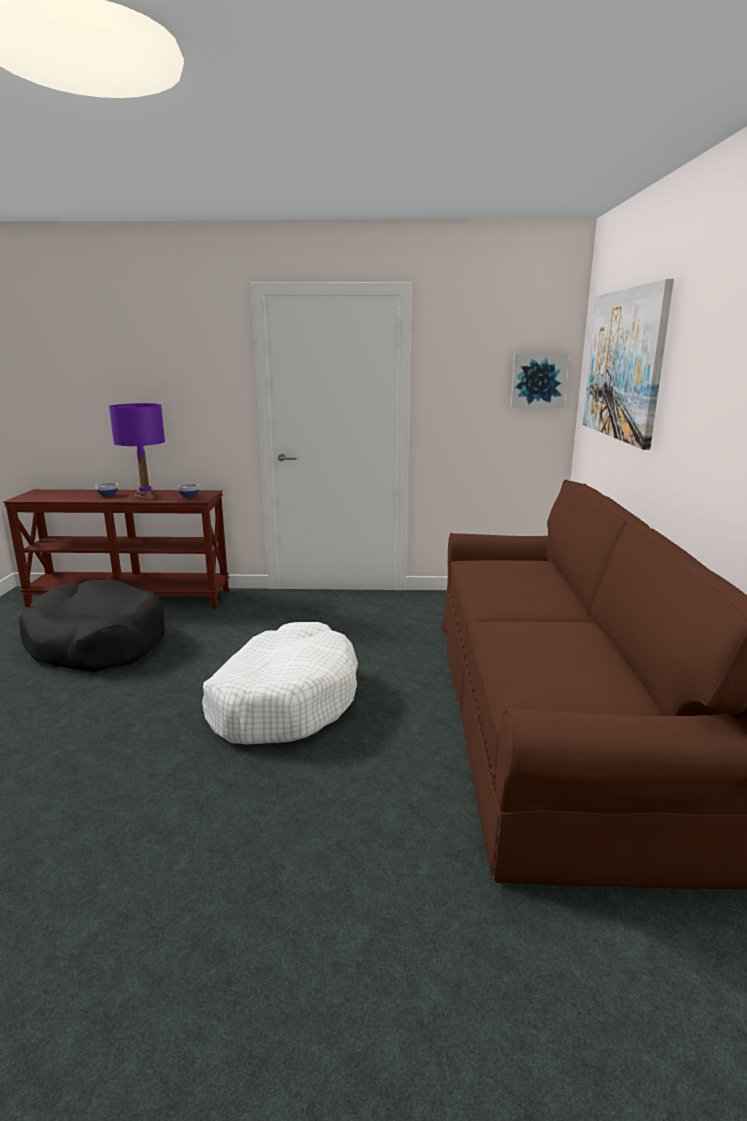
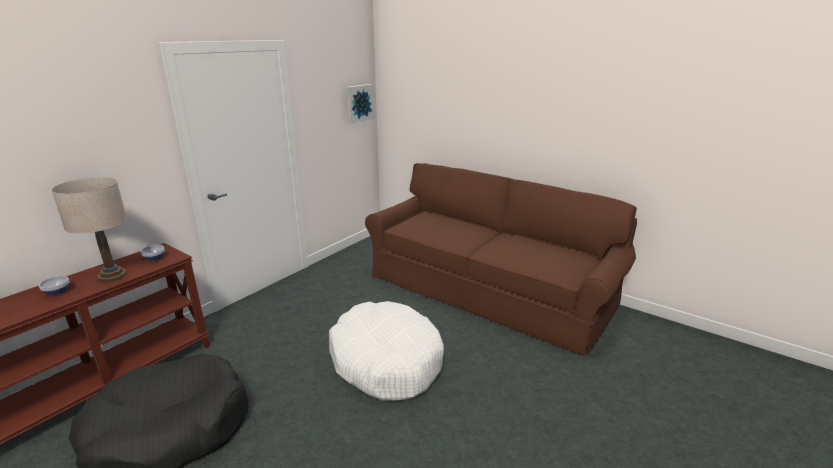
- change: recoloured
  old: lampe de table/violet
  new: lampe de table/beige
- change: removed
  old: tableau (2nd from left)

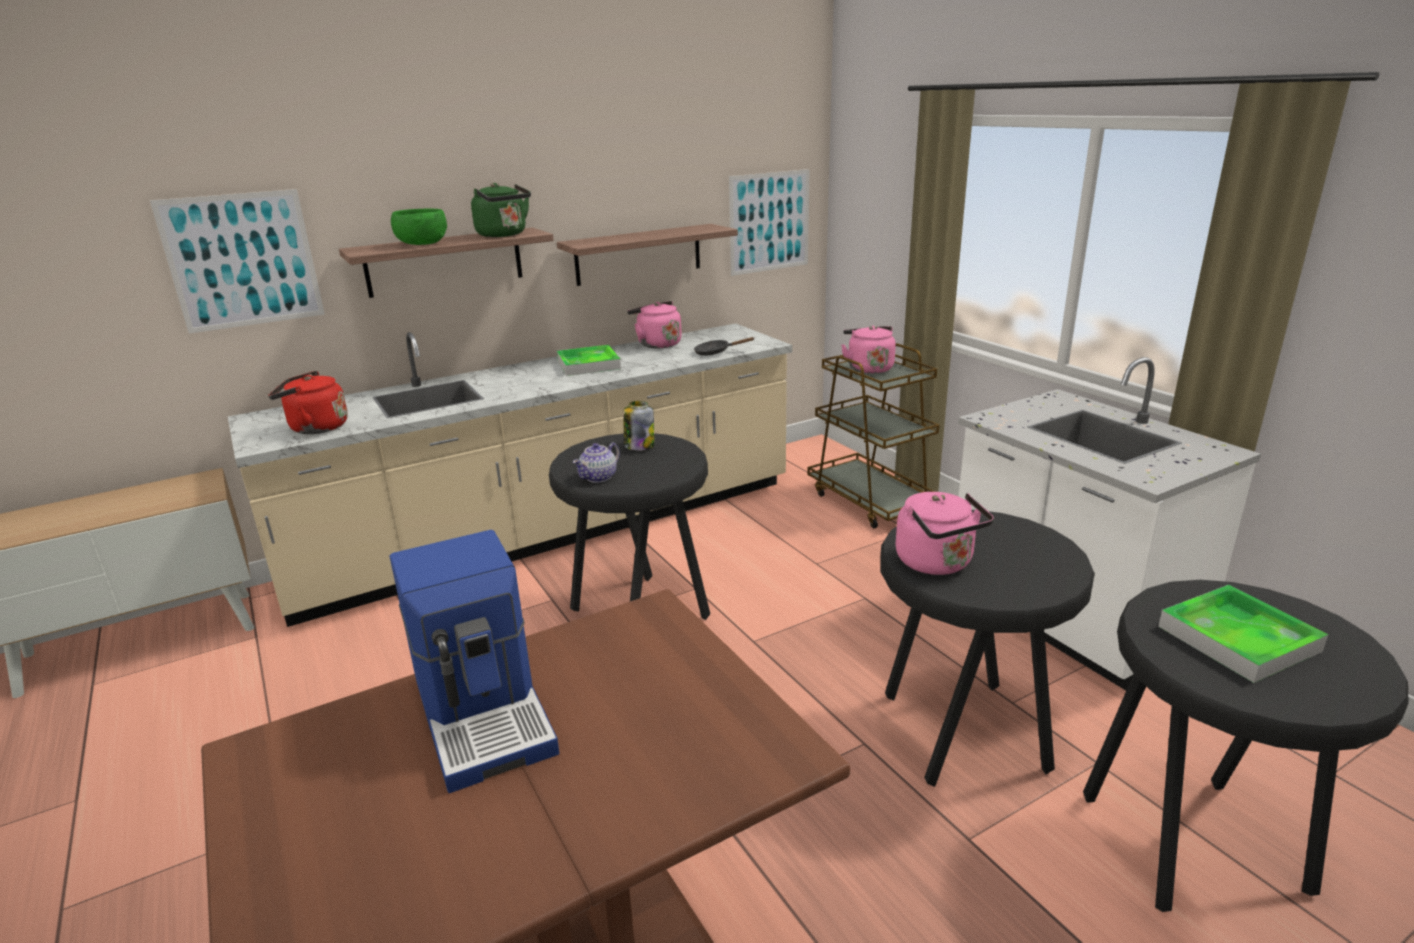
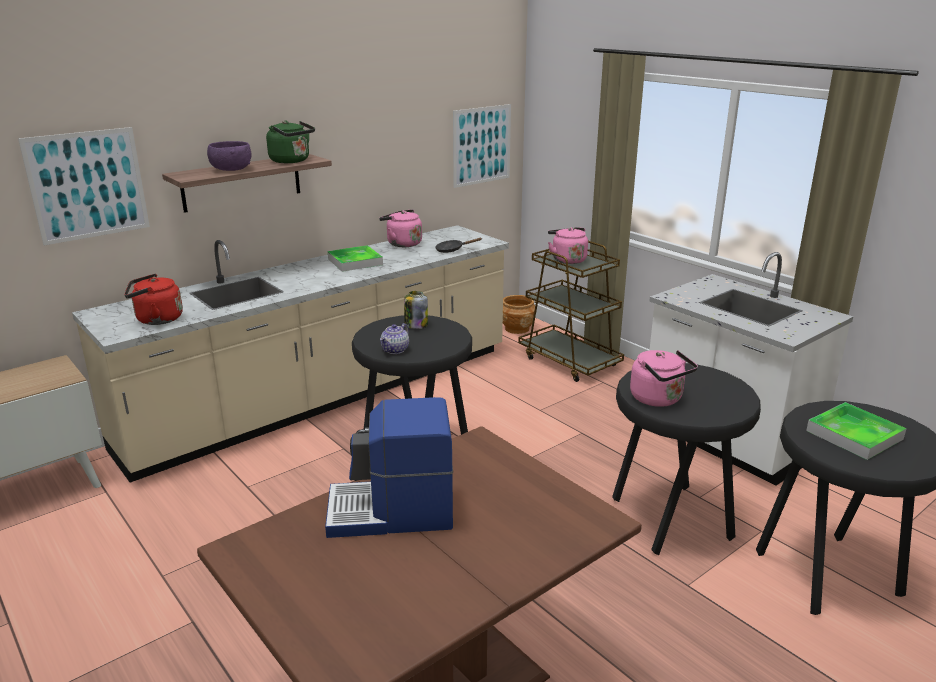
- change: turned
  old: machine à café
  degrees: 120
- change: recoloured
  old: bol/vert
  new: bol/violet
- change: removed
  old: étagère (2nd from left)
- change: added
  new: cache-pot/marron

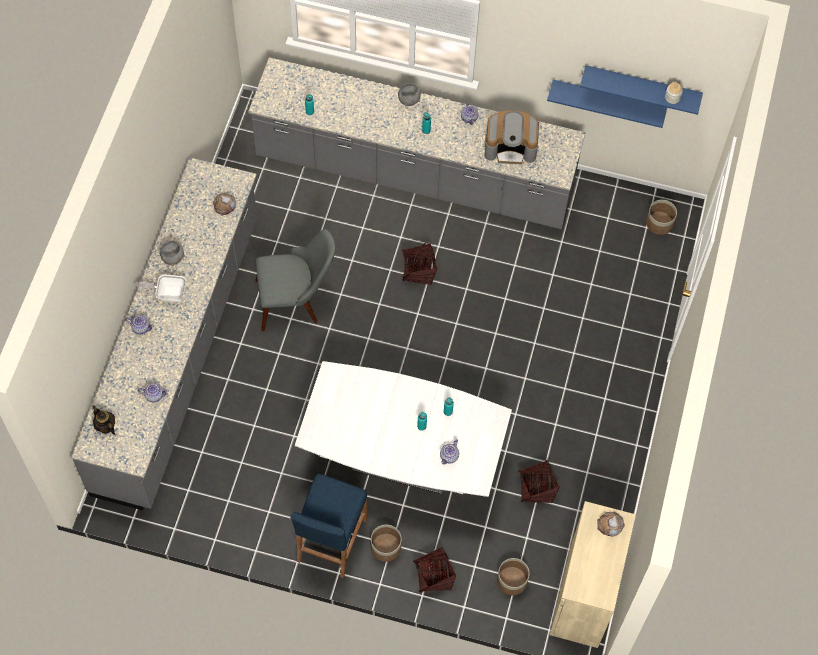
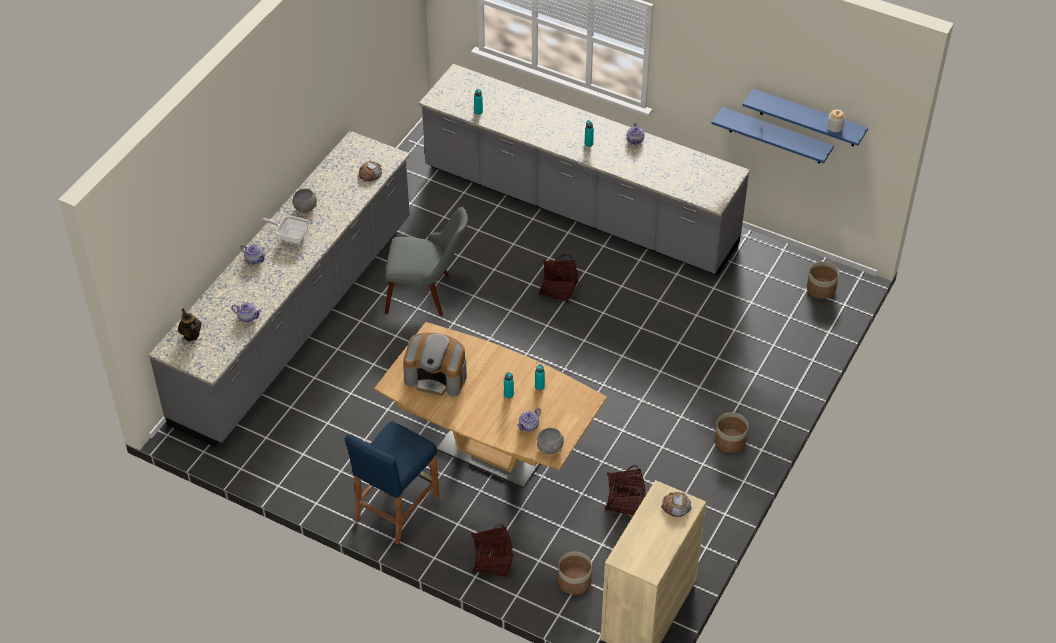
- change: recoloured
  old: table à manger/blanc
  new: table à manger/marron
- change: moved
  old: cache-pot (1st from left in the first image)
  new: cache-pot (2nd from left)
- change: moved
  old: bol/gris (2nd from left)
- change: moved
  old: machine à café

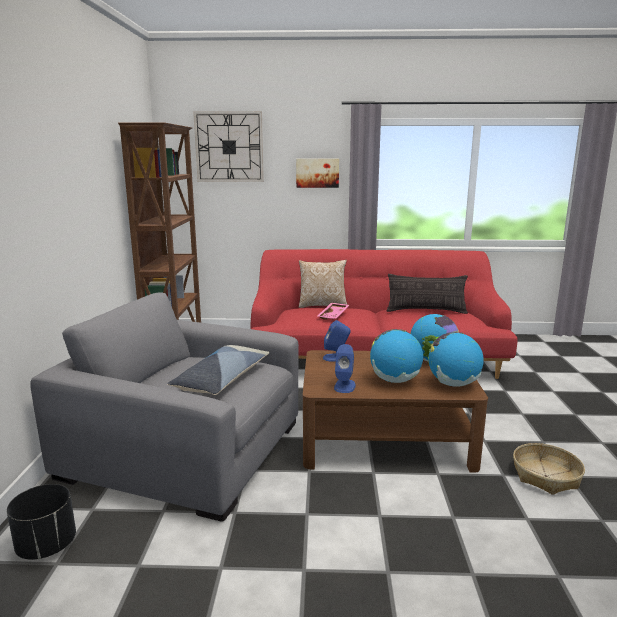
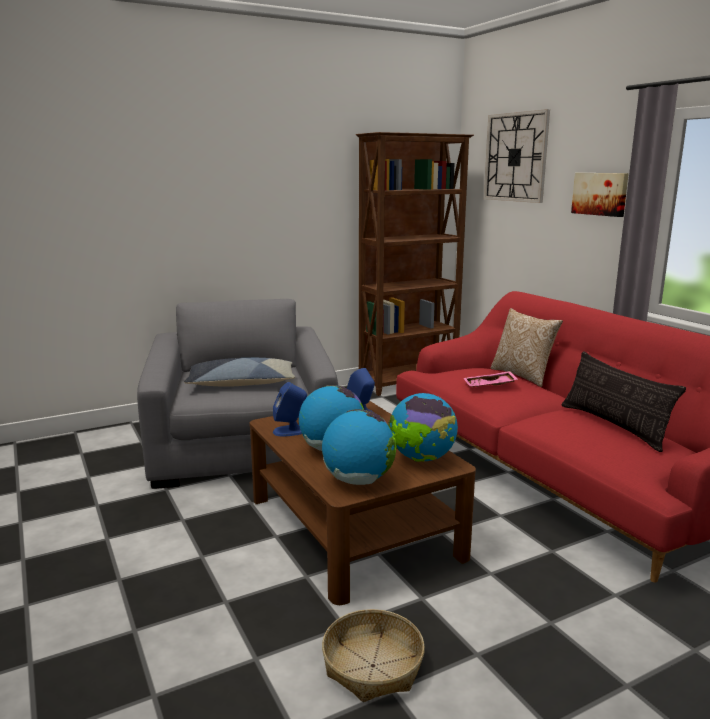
- change: removed
  old: cache-pot/noir

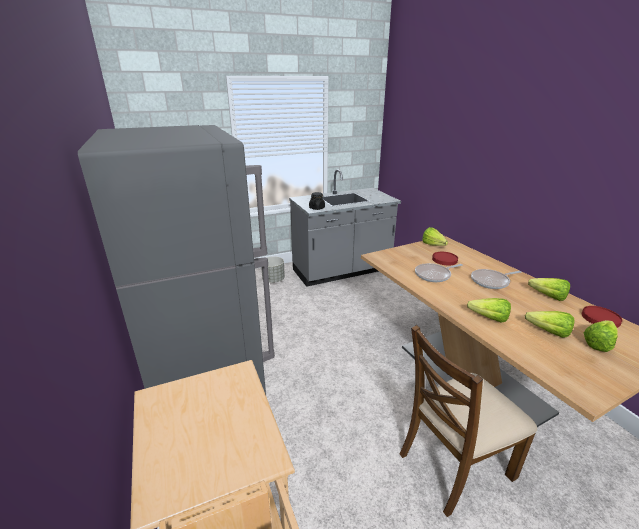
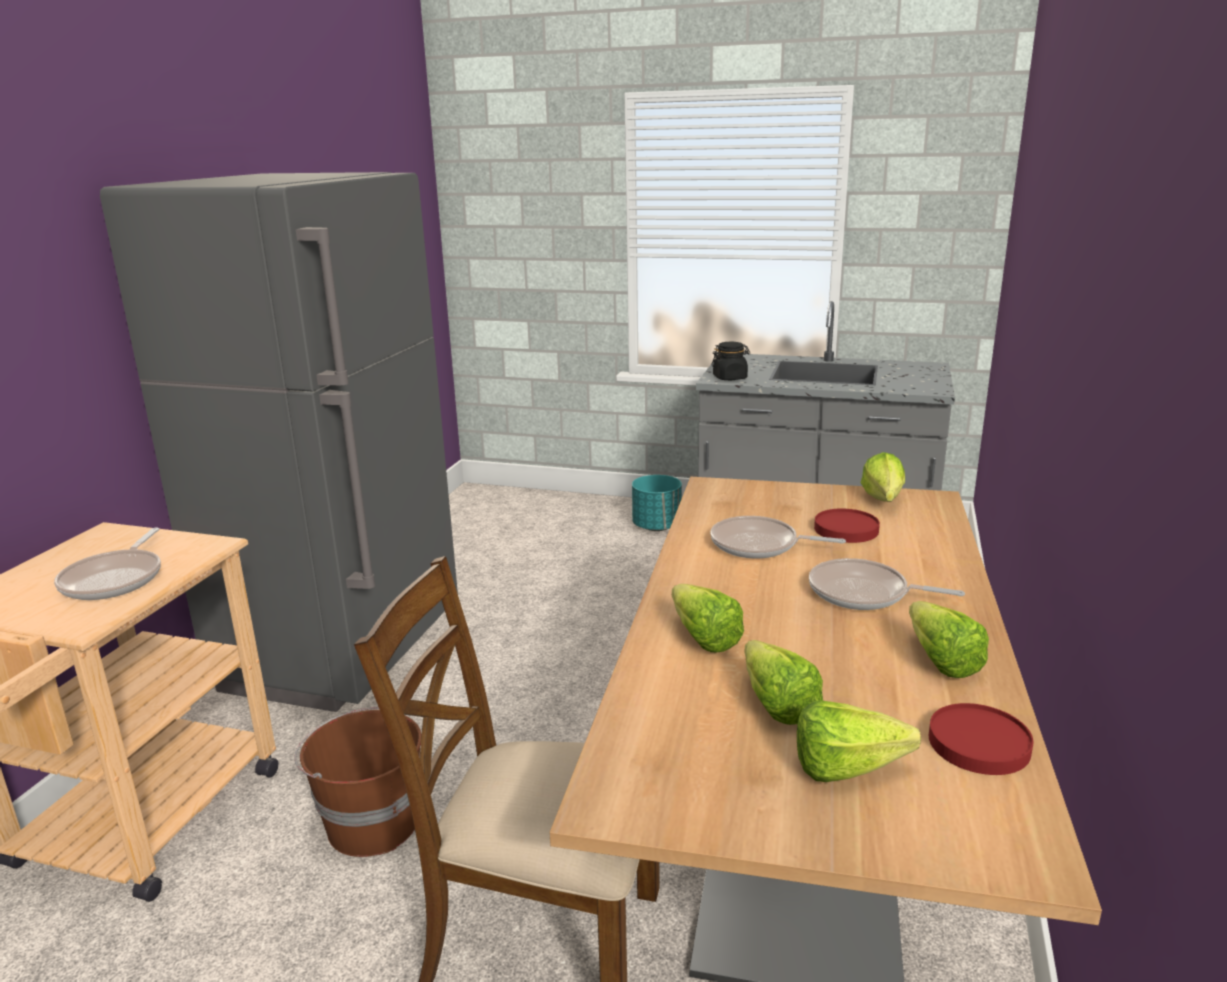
- change: recoloured
  old: cache-pot/gris
  new: cache-pot/turquoise
- change: added
  new: poêle (1st from left)
- change: added
  new: seau/marron

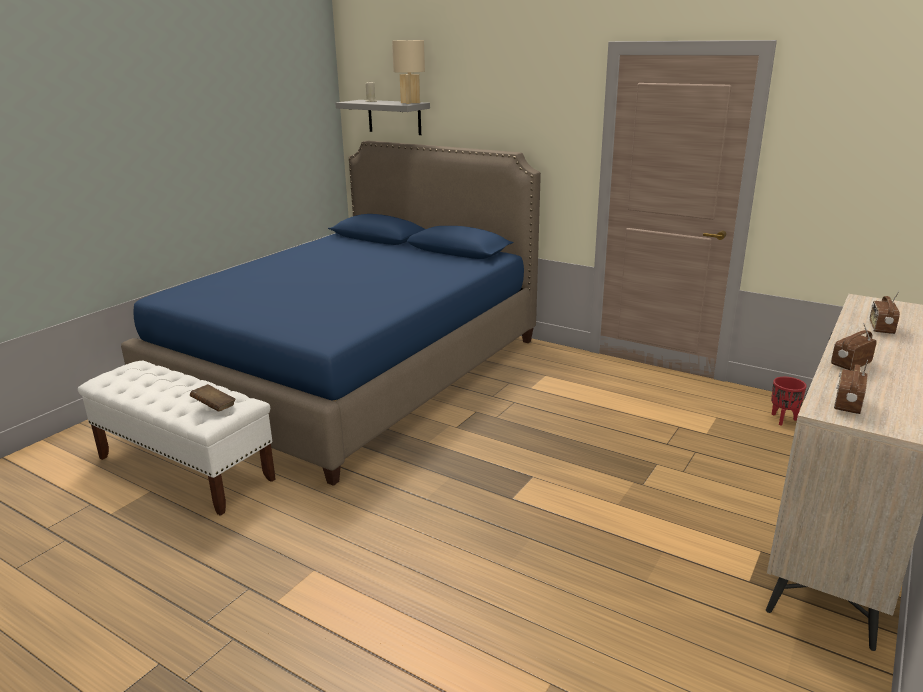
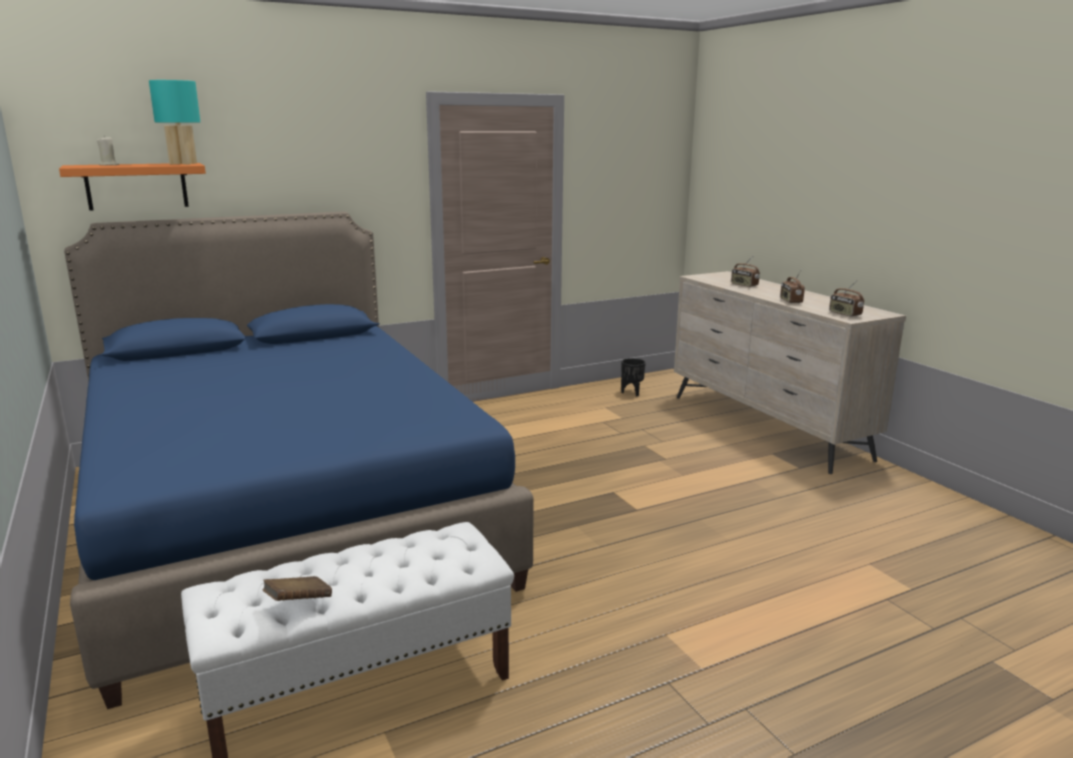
- change: moved
  old: livre/marron
- change: recoloured
  old: étagère/gris
  new: étagère/orange
- change: recoloured
  old: lampe de table/beige
  new: lampe de table/turquoise
- change: recoloured
  old: cache-pot/rouge
  new: cache-pot/noir

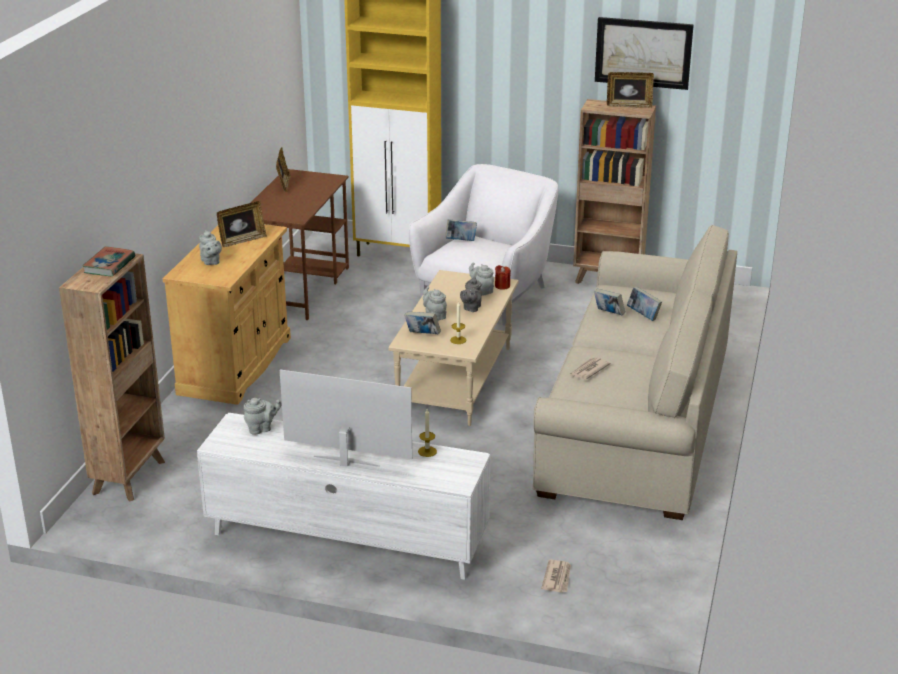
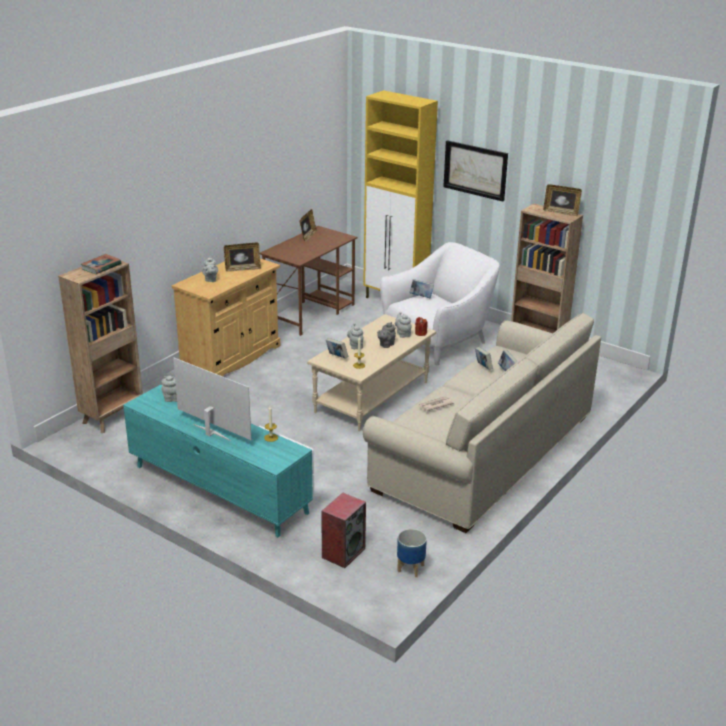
- change: recoloured
  old: meuble télé/blanc
  new: meuble télé/turquoise
- change: replaced
  old: journal (1st from left)
  new: enceinte
- change: moved
  old: tableau
- change: added
  new: cache-pot

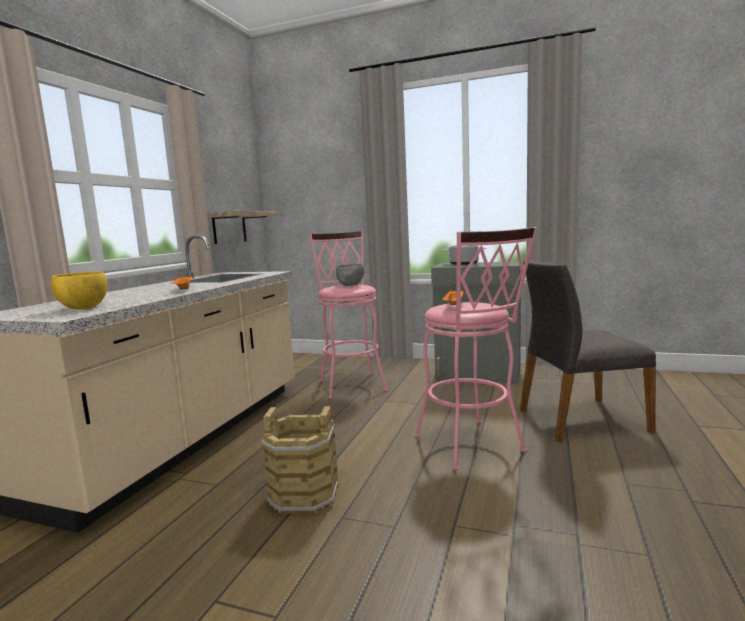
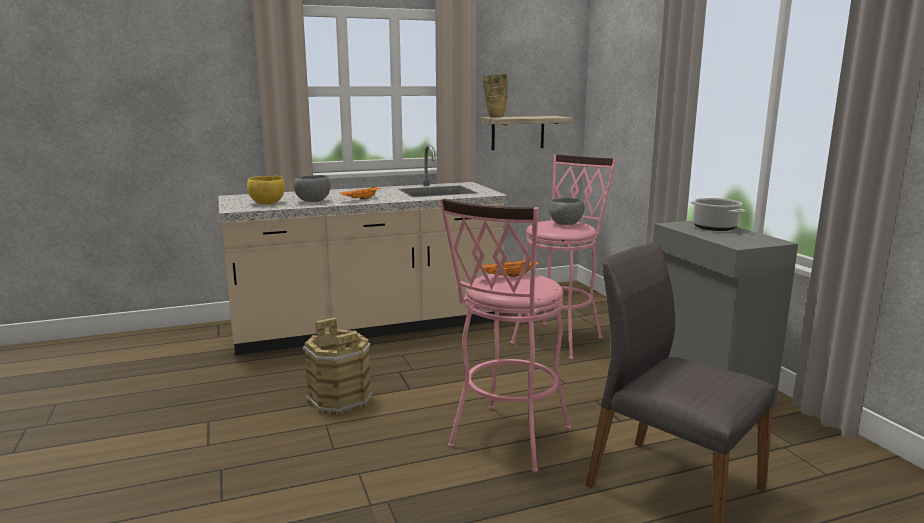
- change: added
  new: bol/gris (1st from left)
- change: added
  new: vase/beige

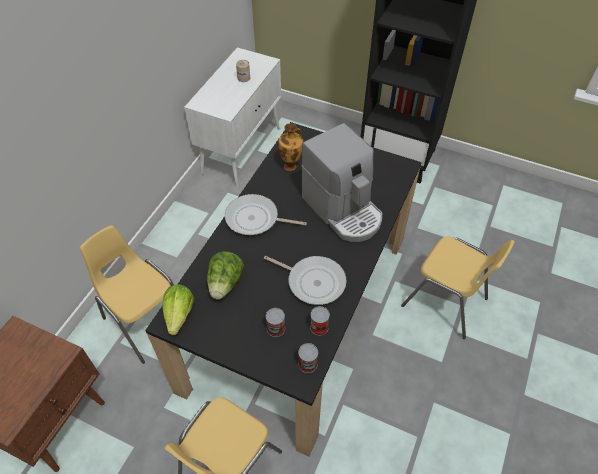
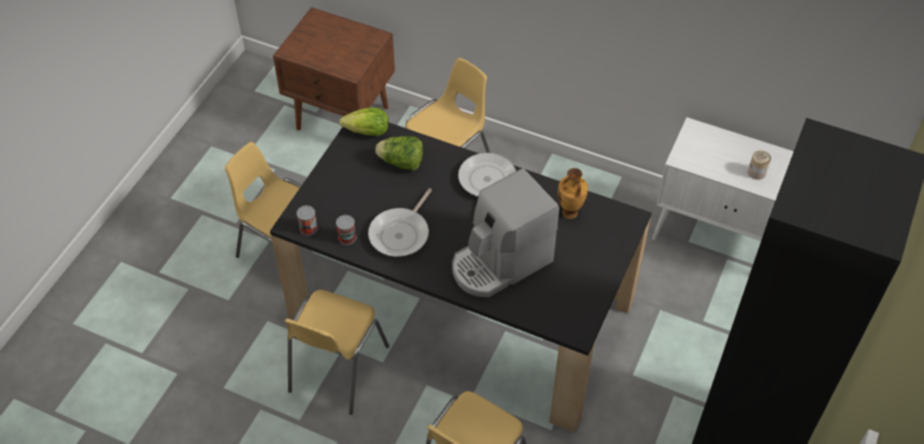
- change: removed
  old: boîte métallique (2nd from left)
- change: added
  new: chaise/jaune (2nd from left)

